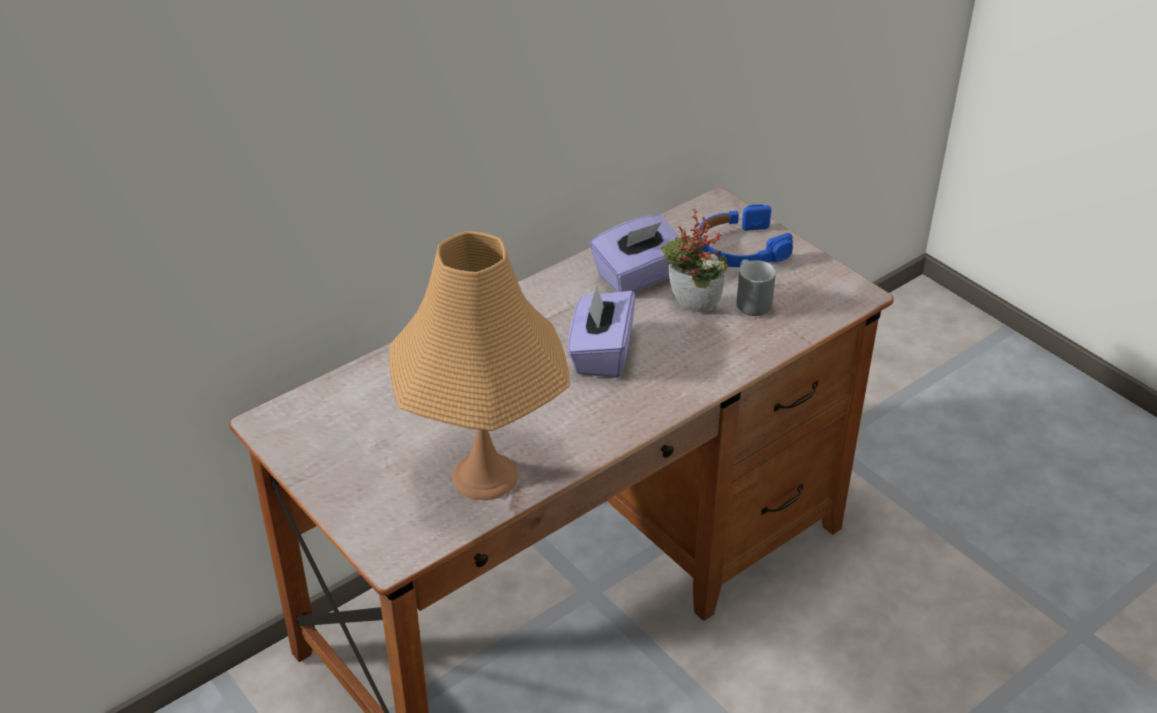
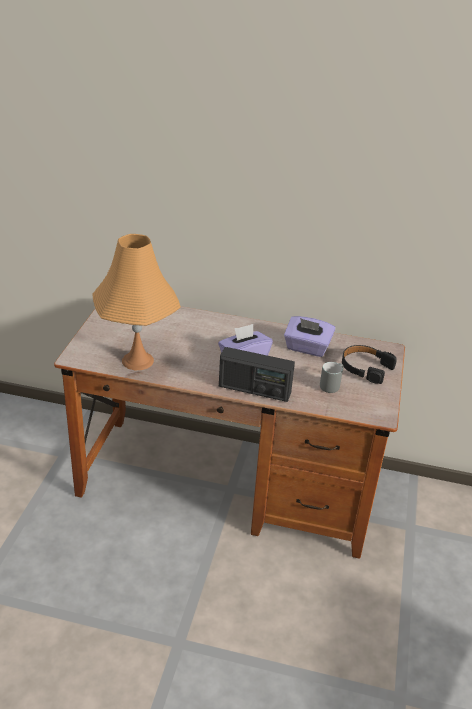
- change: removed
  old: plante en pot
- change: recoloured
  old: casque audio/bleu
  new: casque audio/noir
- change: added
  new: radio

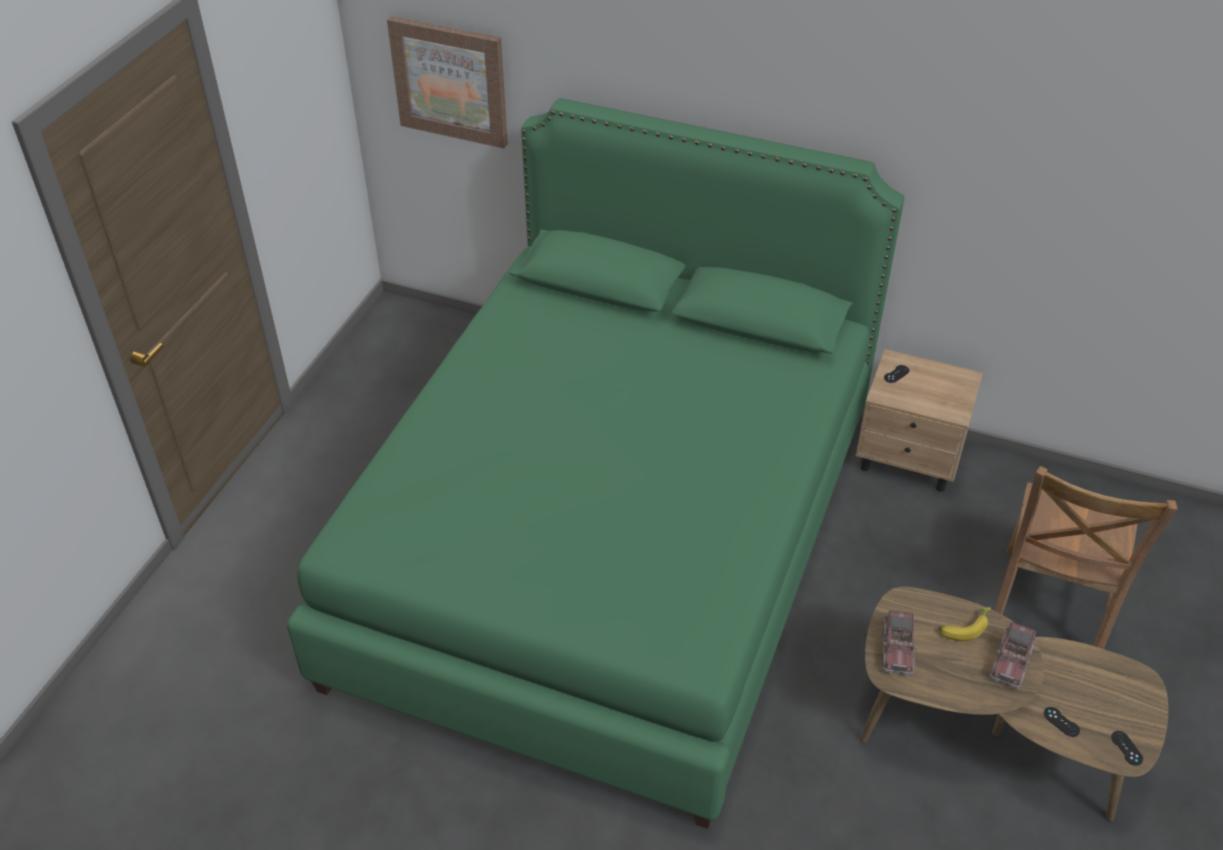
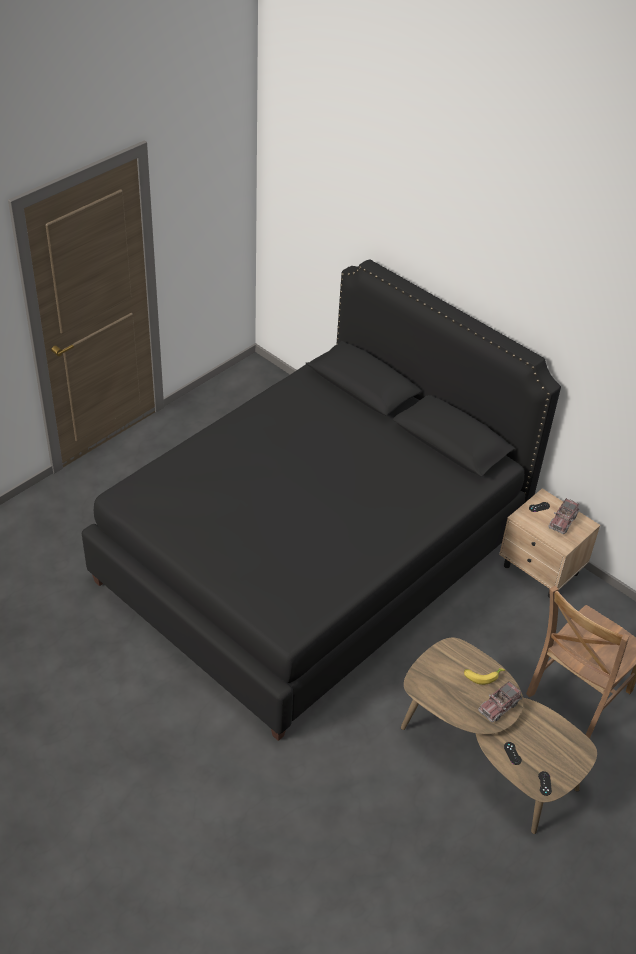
- change: recoloured
  old: lit/vert
  new: lit/noir
- change: removed
  old: tableau
- change: moved
  old: camion jouet (1st from left in the first image)
  new: camion jouet (2nd from left)

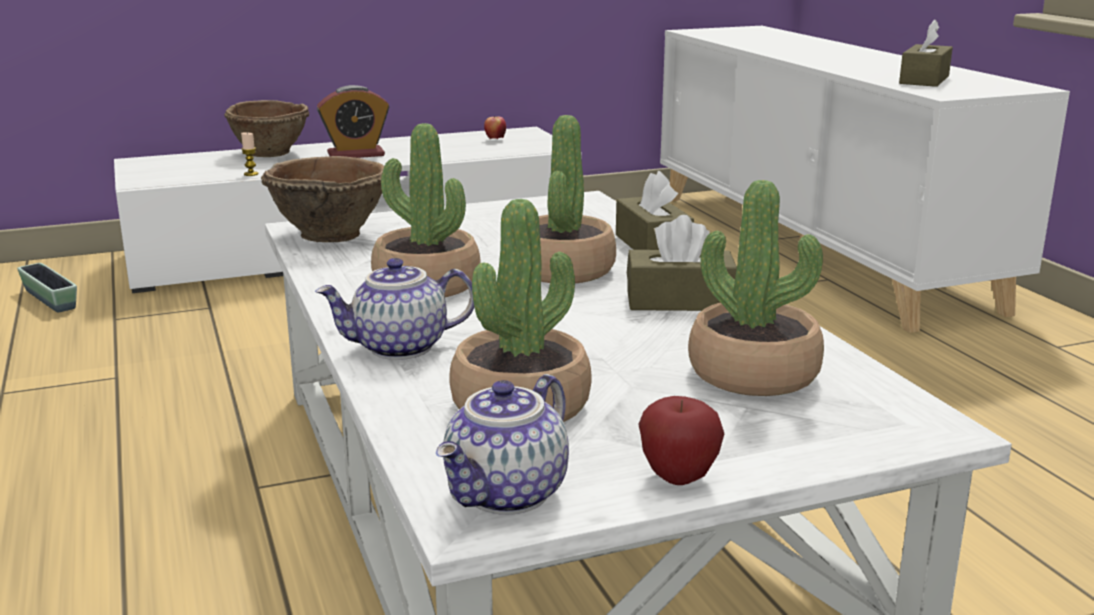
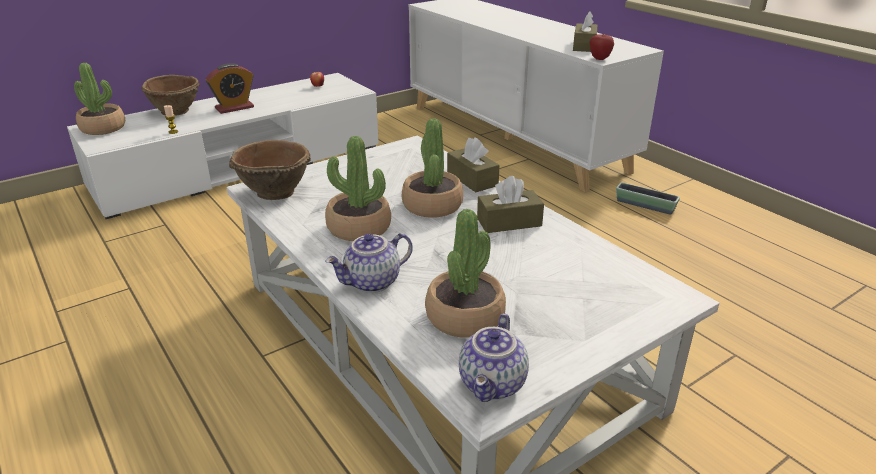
- change: moved
  old: cache-pot
- change: moved
  old: pomme (2nd from left)
- change: moved
  old: plante en pot (4th from left in the first image)
  new: plante en pot (1st from left)

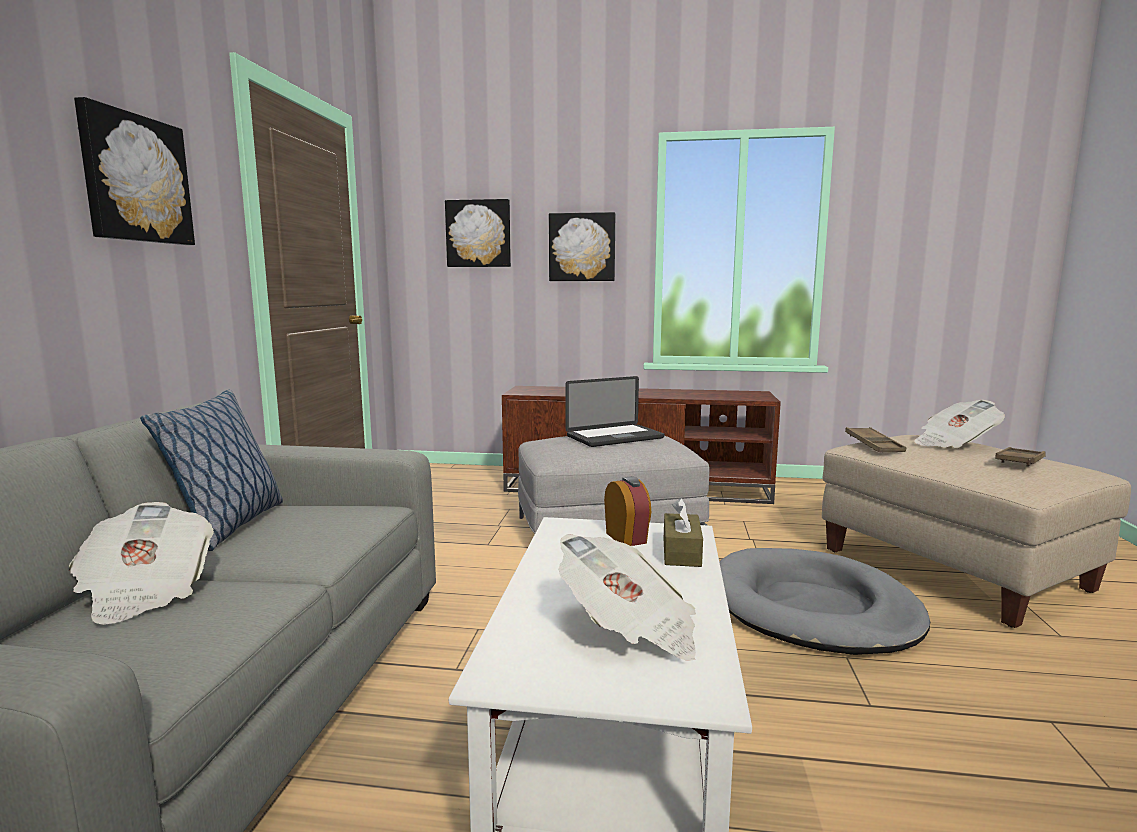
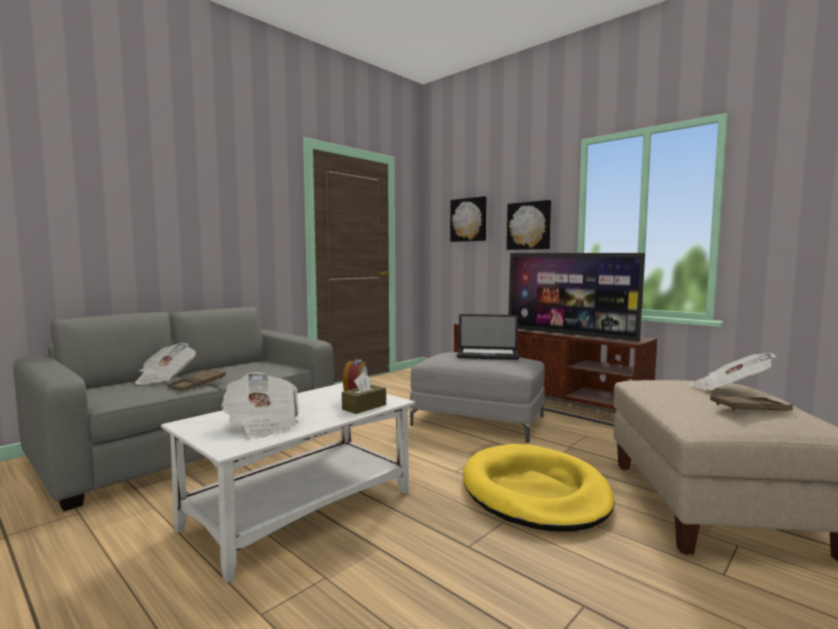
- change: removed
  old: tableau (1st from left)
- change: removed
  old: coussin
- change: recoloured
  old: panier pour chien/gris
  new: panier pour chien/jaune
- change: moved
  old: plateau/marron (1st from left)
- change: added
  new: téléviseur

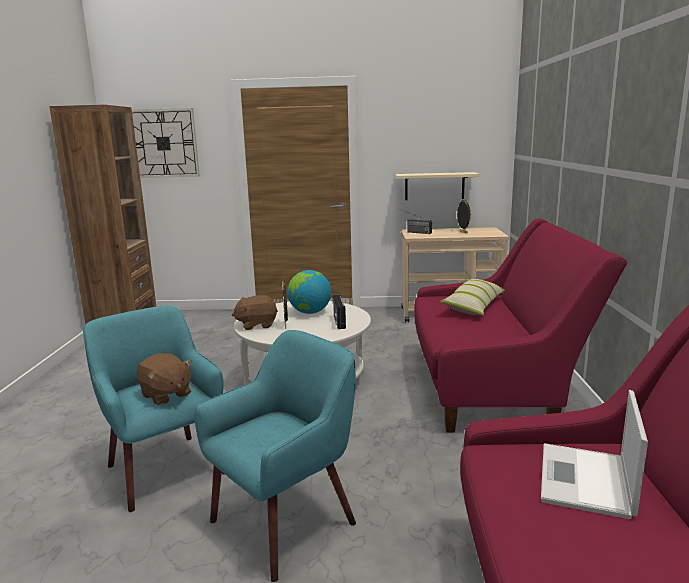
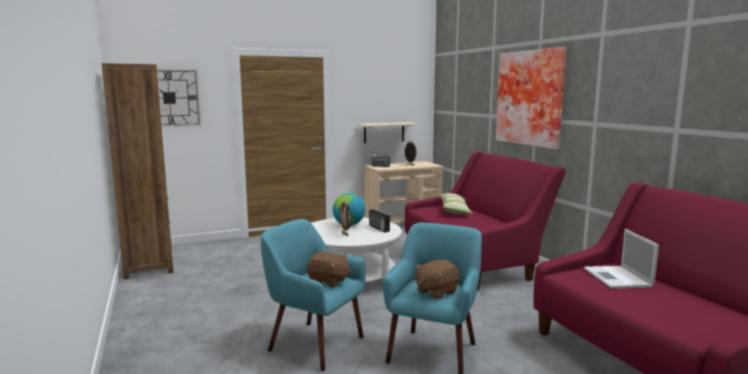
- change: moved
  old: peluche/marron (2nd from left)
- change: added
  new: tableau

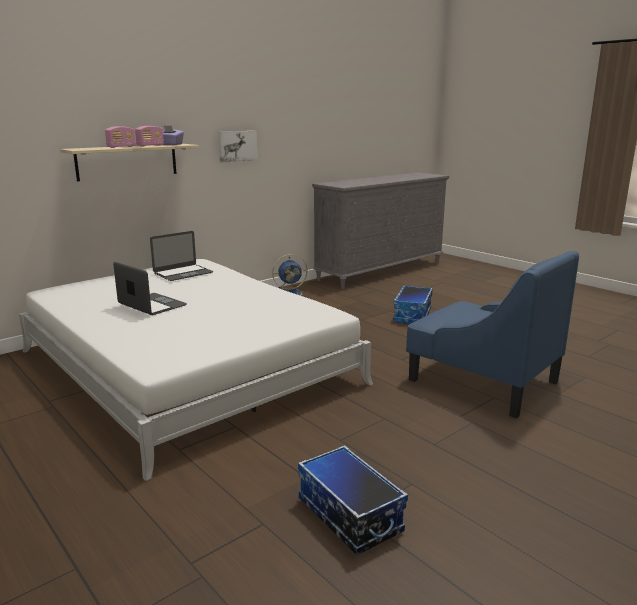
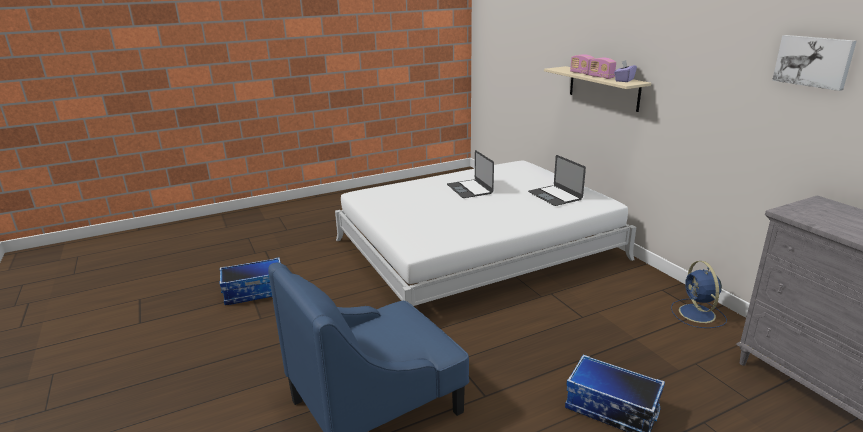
- change: turned
  old: ordinateur portable (1st from left)
  degrees: 105
- change: moved
  old: tableau

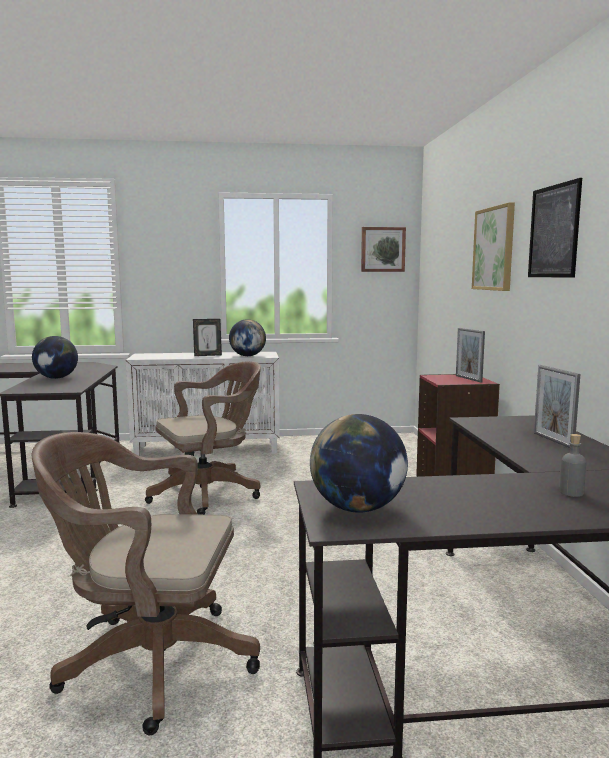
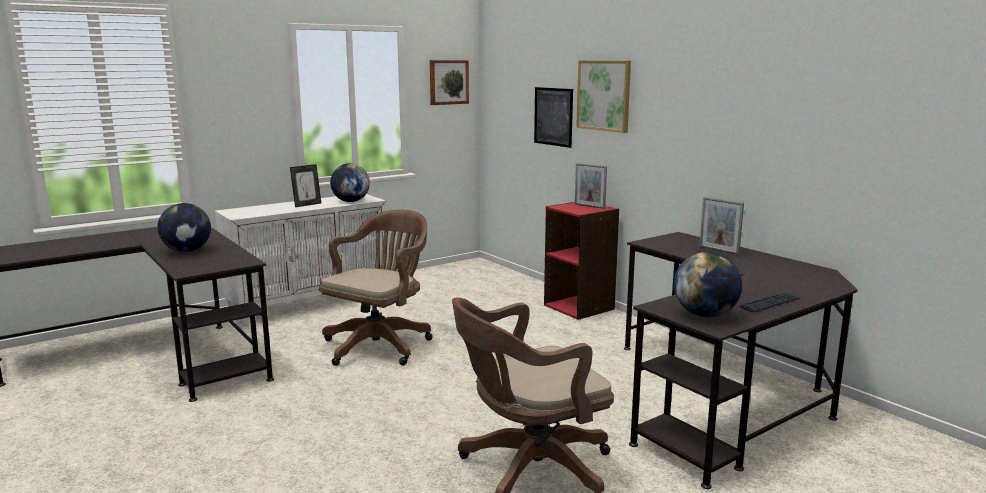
- change: moved
  old: tableau (3rd from left in the first image)
  new: tableau (2nd from left)
- change: removed
  old: bouteille/gris
- change: added
  new: clavier

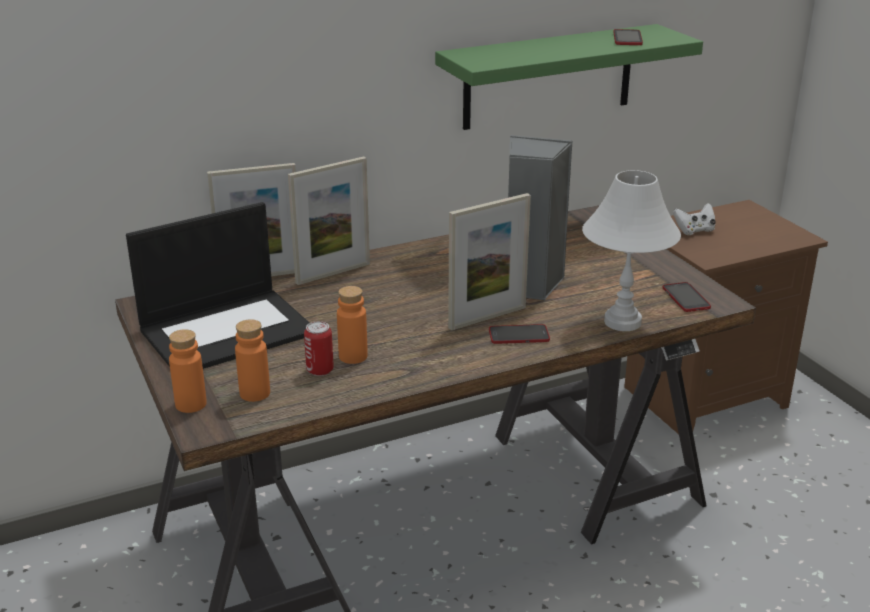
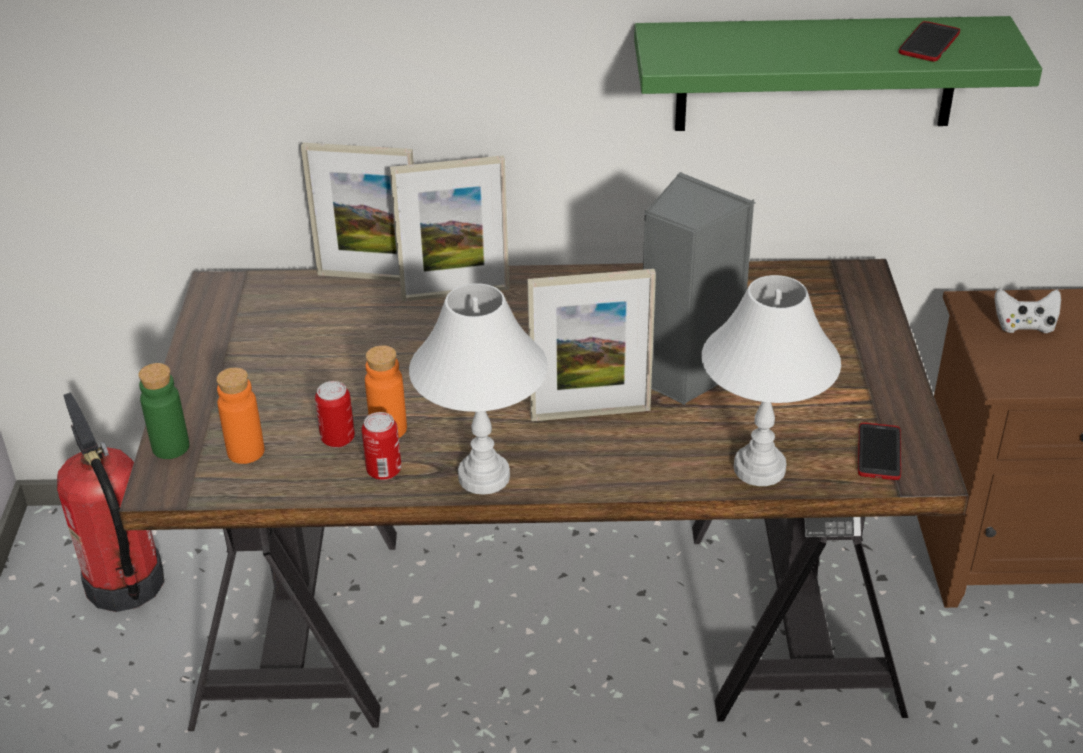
- change: removed
  old: ordinateur portable
- change: recoloured
  old: bouteille/orange (1st from left)
  new: bouteille/vert
- change: removed
  old: téléphone (1st from left)
- change: added
  new: extincteur
- change: added
  new: boîte métallique (2nd from left)
- change: added
  new: lampe de table/blanc (1st from left)

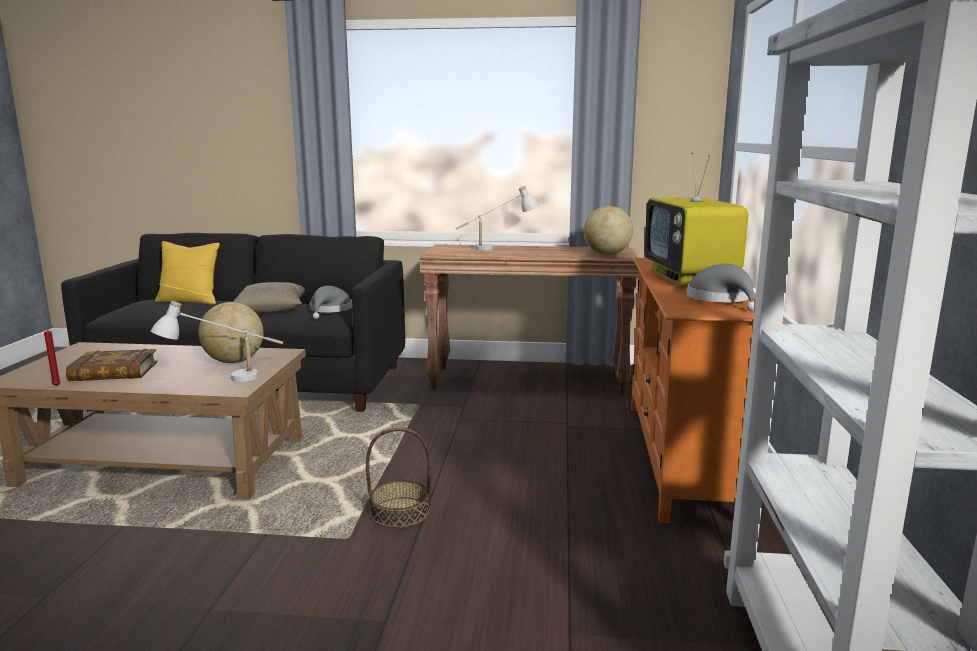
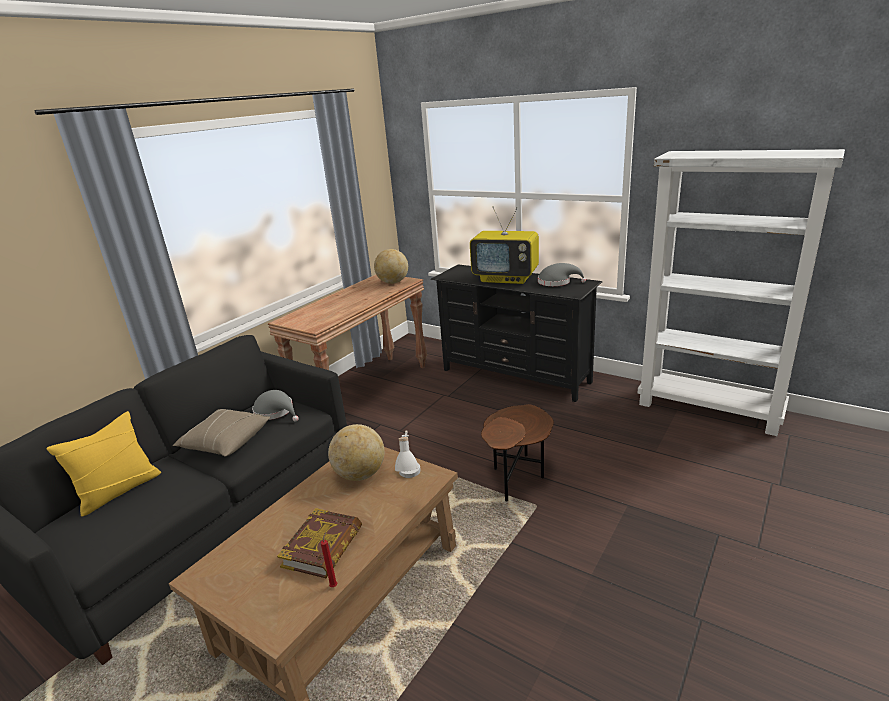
- change: replaced
  old: panier
  new: table d'appoint/marron
- change: removed
  old: lampe de table/blanc (2nd from left)
- change: recoloured
  old: meuble télé/orange
  new: meuble télé/noir

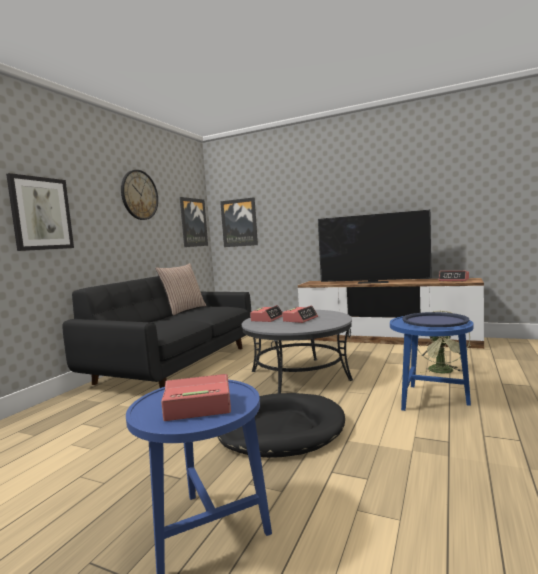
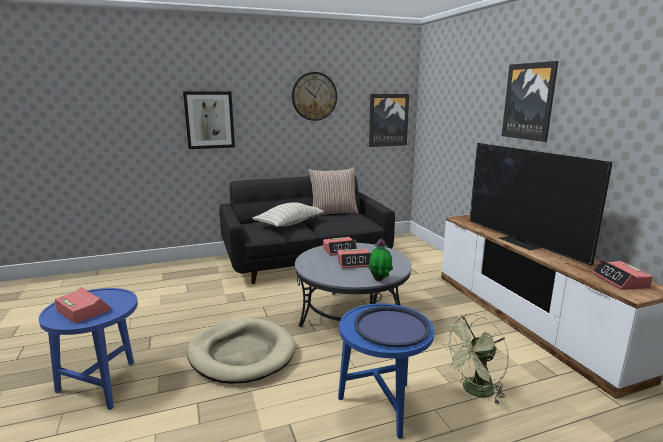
- change: recoloured
  old: panier pour chien/noir
  new: panier pour chien/beige
- change: moved
  old: tableau (3rd from left)
- change: added
  new: coussin (1st from left)
- change: added
  new: plante en pot

